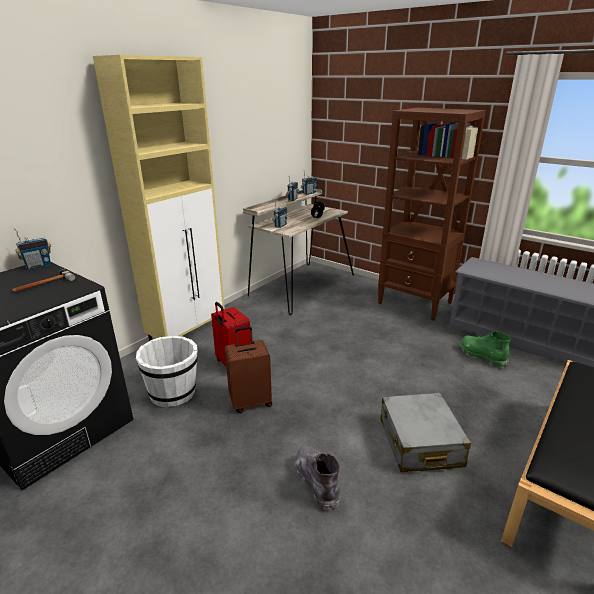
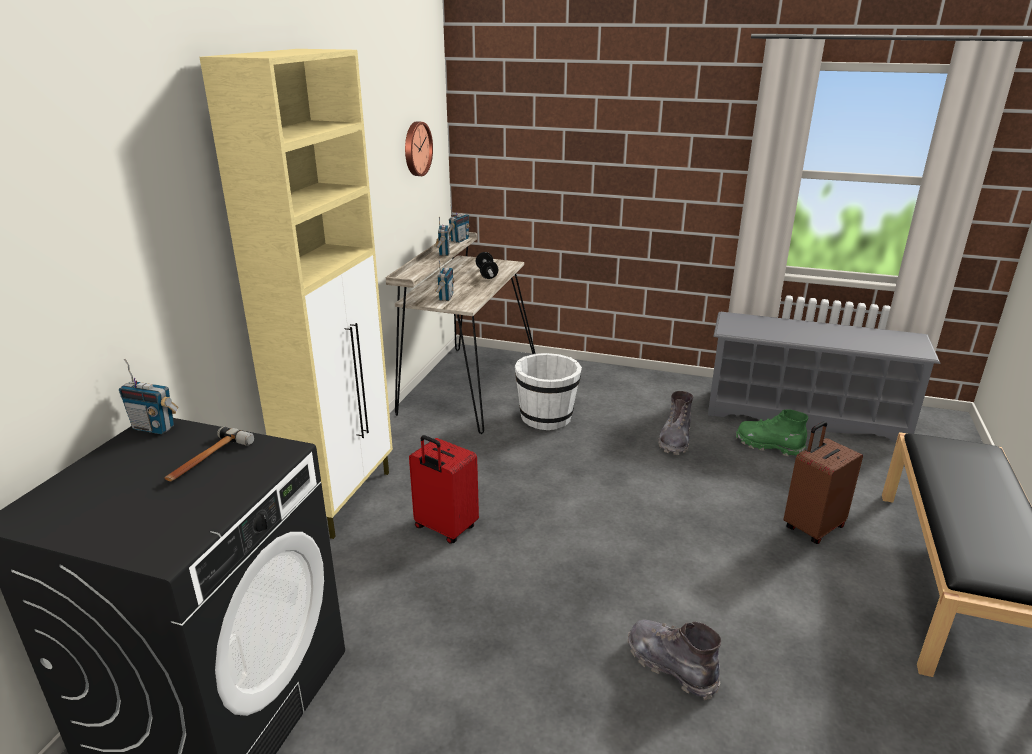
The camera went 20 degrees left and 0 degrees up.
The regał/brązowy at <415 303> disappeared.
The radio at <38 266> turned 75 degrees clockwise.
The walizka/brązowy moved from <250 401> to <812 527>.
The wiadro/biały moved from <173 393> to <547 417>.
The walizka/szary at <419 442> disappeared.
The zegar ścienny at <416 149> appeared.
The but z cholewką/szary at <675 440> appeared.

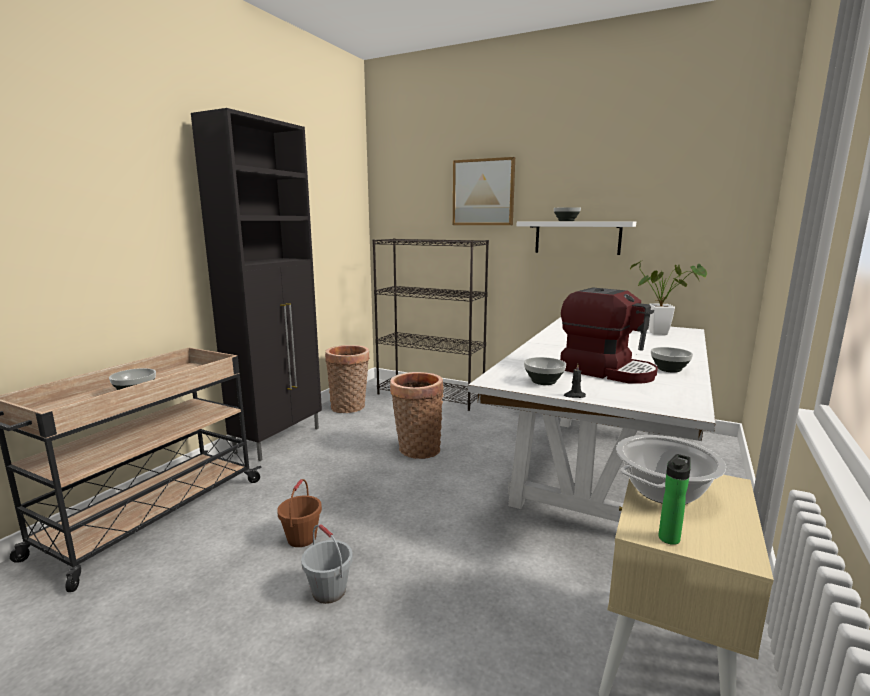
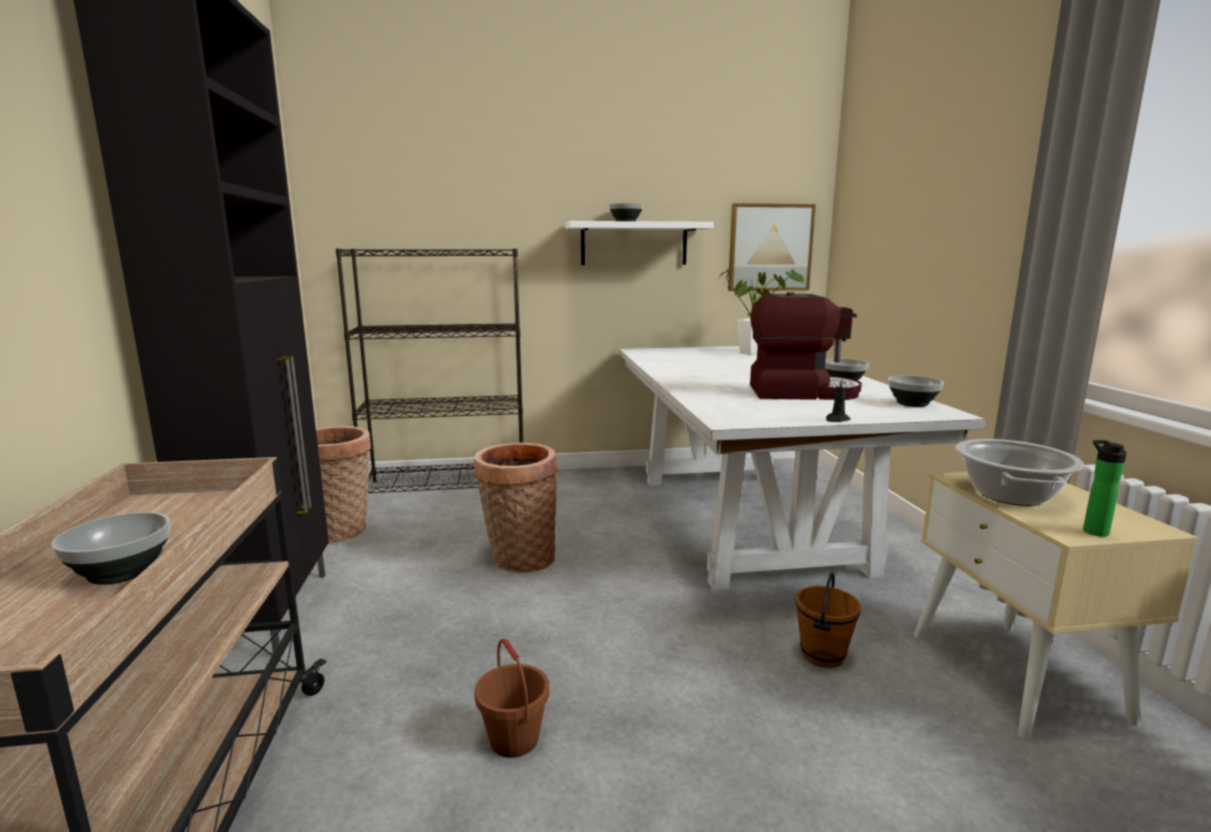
The camera went 35 degrees left and 0 degrees up.
The obraz moved from <483 192> to <770 247>.
The miska moved from <544 381> to <913 403>.
The wiadro/szary at <328 591> disappeared.
The wiadro/brązowy at <823 656> appeared.

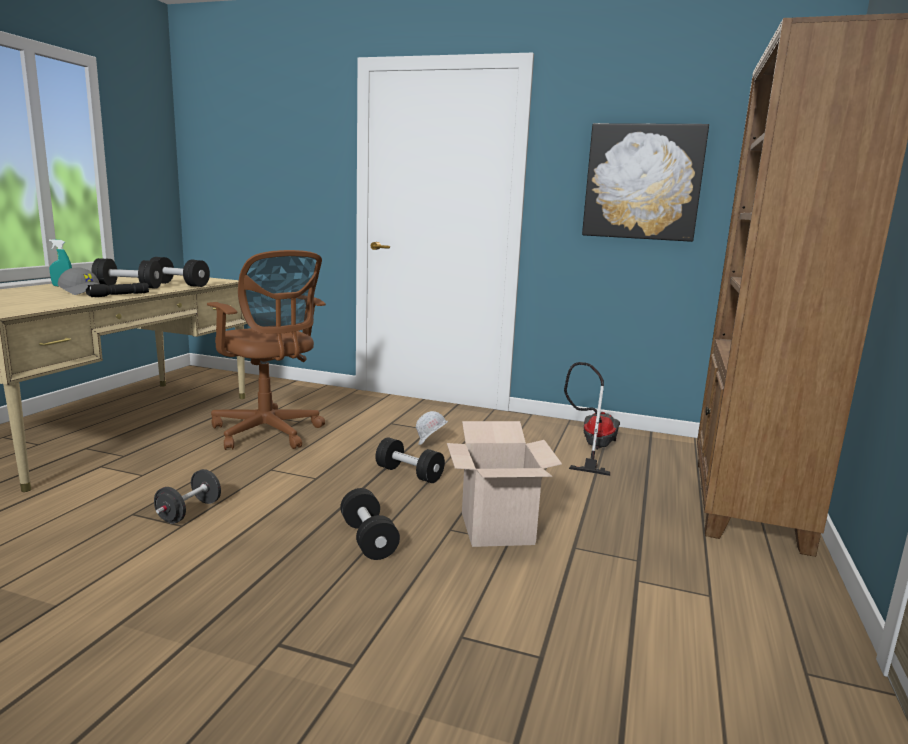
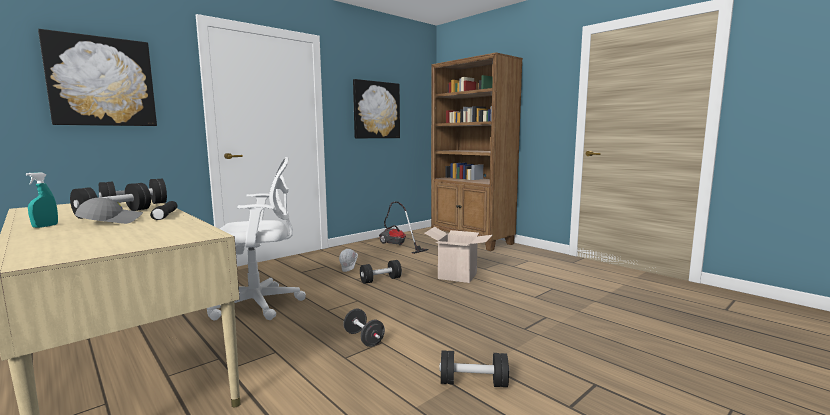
The camera went 60 degrees left and 5 degrees down.
The krzesło biurowe/brązowy at <269 433> became the krzesło biurowe/biały at <260 304>.
The hantel/czarny moved from <368 539> to <473 383>.
The obraz at <102 82> appeared.

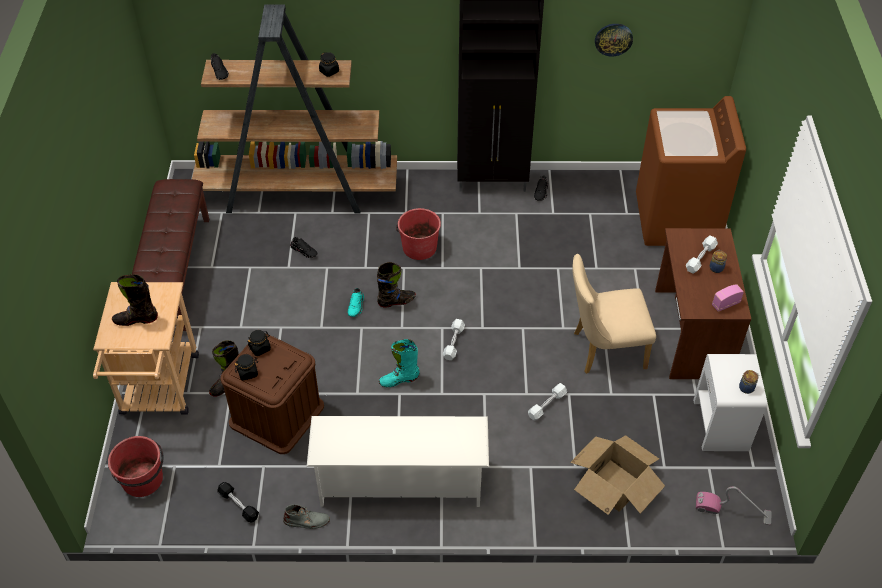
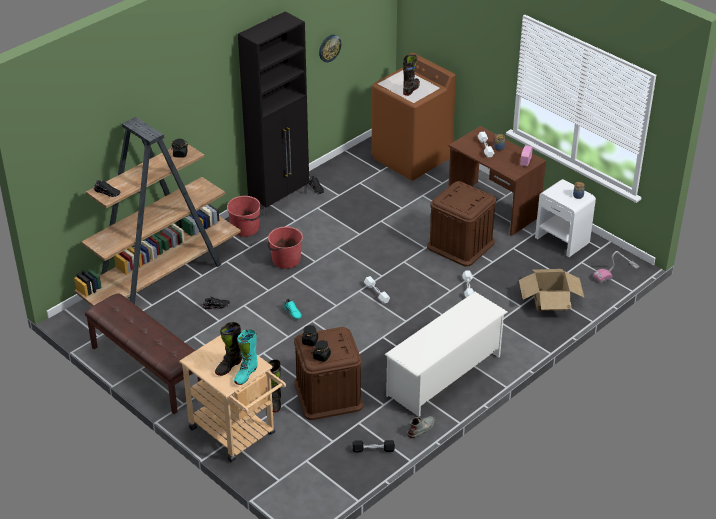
The camera went 45 degrees left and 10 degrees down.
The krzesło/beżowy at <603 350> was replaced by the pojemnik do przechowywania/brązowy at <460 244>.
The but z cholewką/czarny moved from <396 301> to <411 89>.
The but z cholewką/turkusowy moved from <399 380> to <246 374>.
The wiadro/czerwony moved from <143 480> to <245 228>.

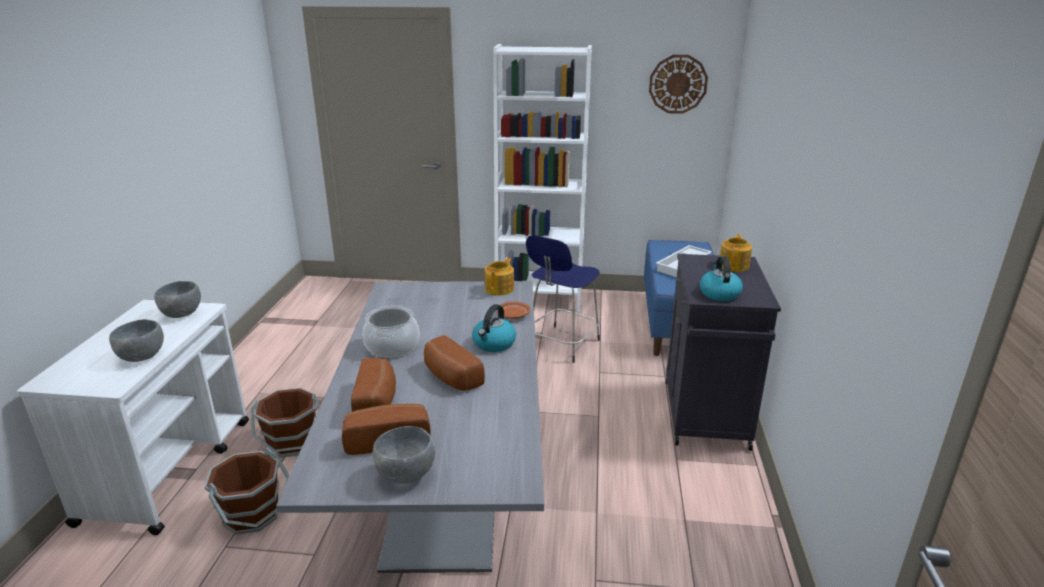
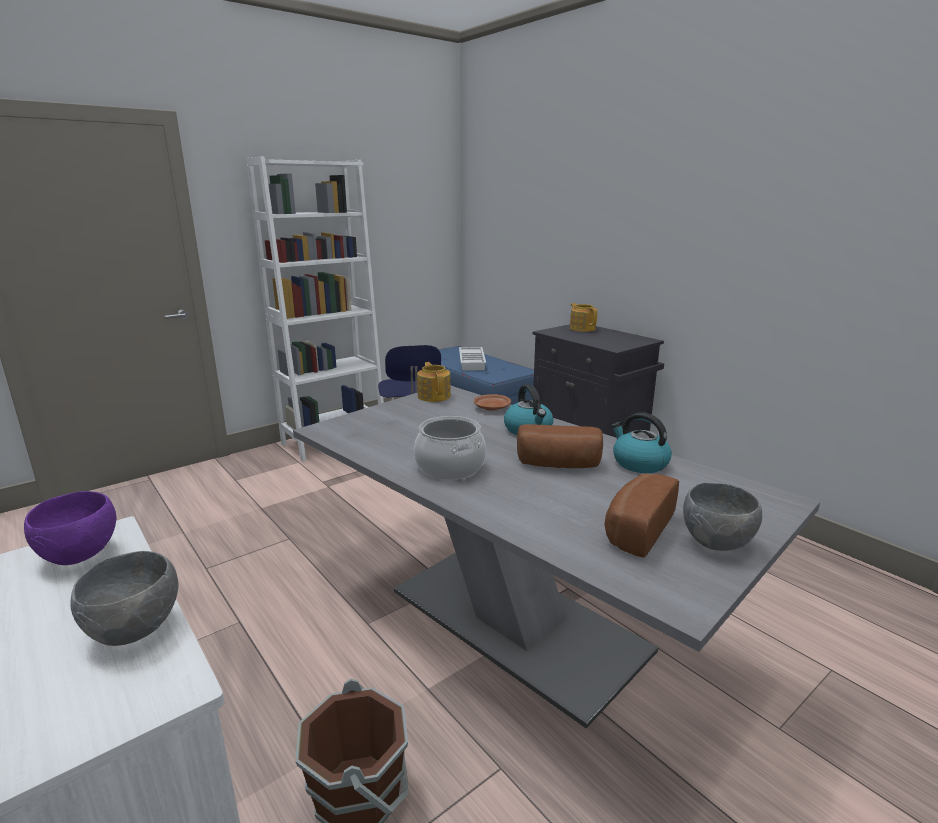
The camera went 45 degrees left and 5 degrees down.
The zegar ścienny at <678 84> disappeared.
The czajnik moved from <719 293> to <639 463>.
The miska/szary at <183 314> became the miska/fioletowy at <81 554>.
The chleb at <378 402> disappeared.
The wiadro/brązowy at <292 442> disappeared.

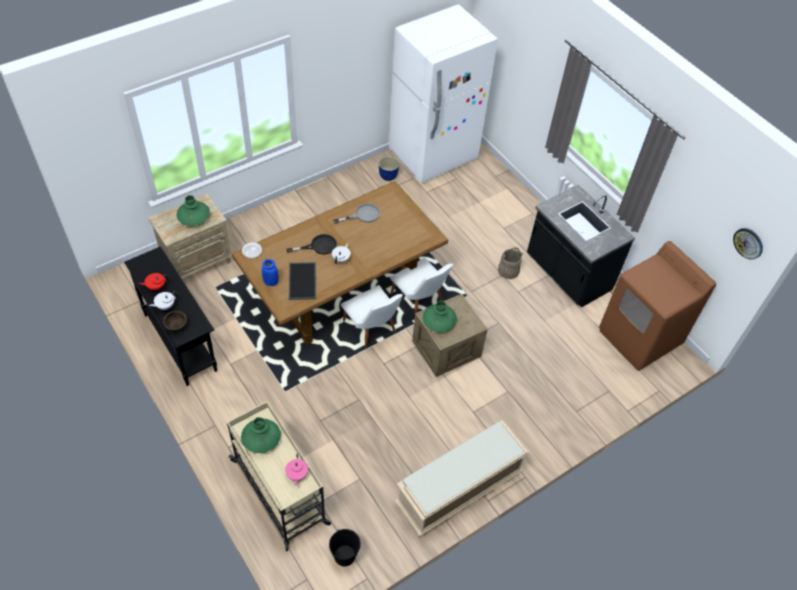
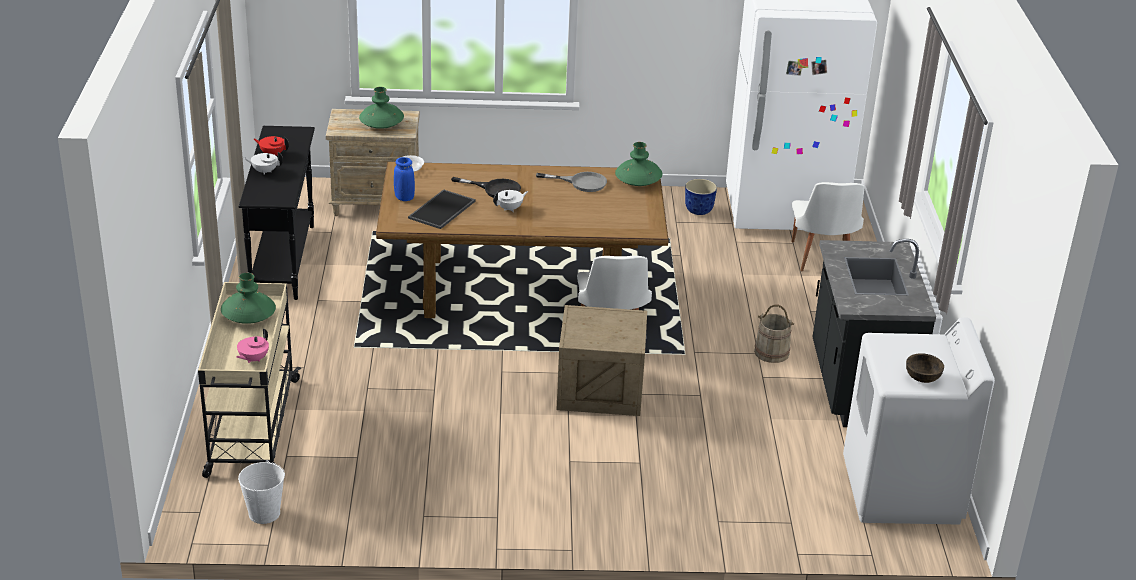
The camera went 35 degrees right and 20 degrees down.
The zegar ścienny at <748 243> disappeared.
The pralka/brązowy at <639 338> became the pralka/biały at <902 491>.
The krzesło/biały moved from <372 331> to <821 260>.
The wazon/zielony moved from <439 321> to <638 181>.
The miska/brązowy moved from <176 326> to <922 378>.
The ławka/beżowy at <458 490> disappeared.
The wiadro/czarny at <344 556> became the wiadro/biały at <264 513>.

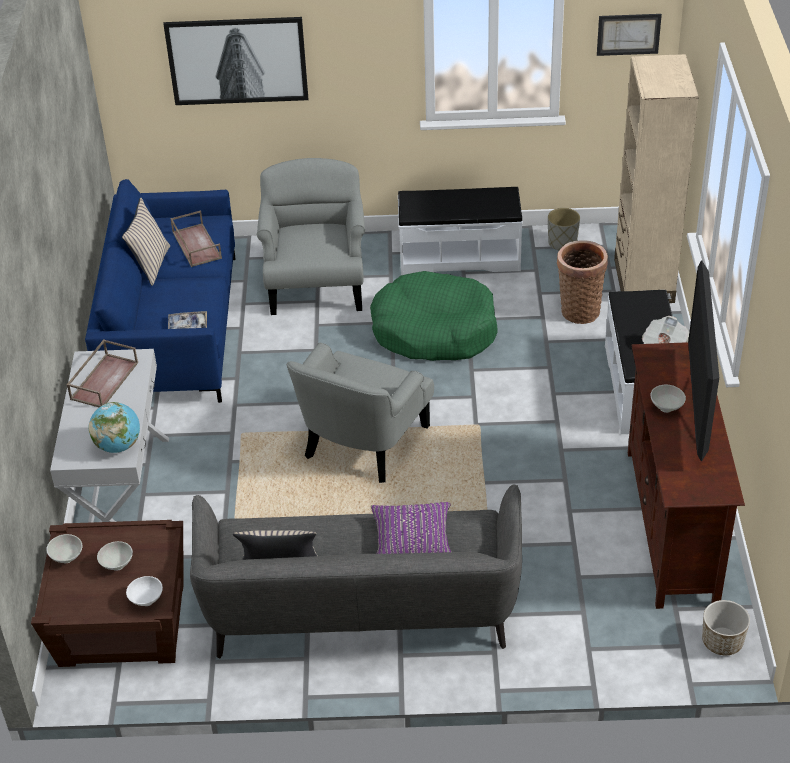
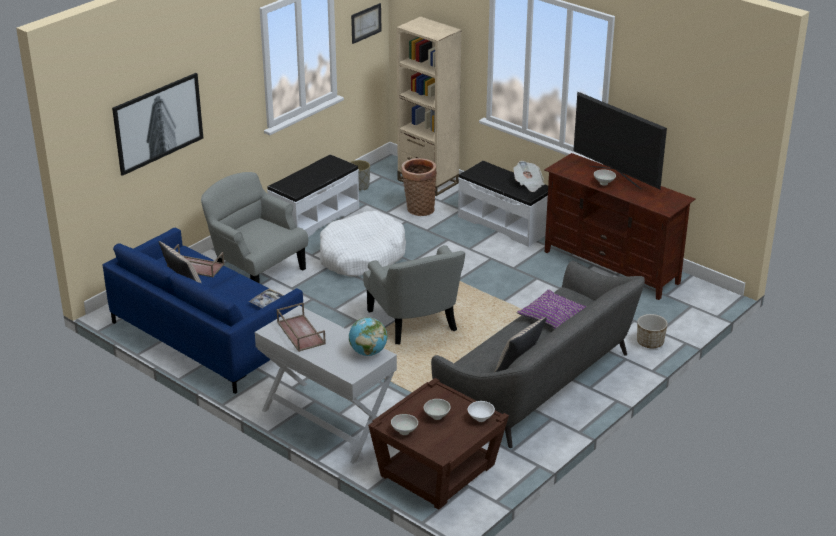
The camera went 50 degrees left and 10 degrees down.
The legowisko/zielony at <434 330> became the legowisko/biały at <361 256>.
The donica moved from <722 641> to <650 342>.

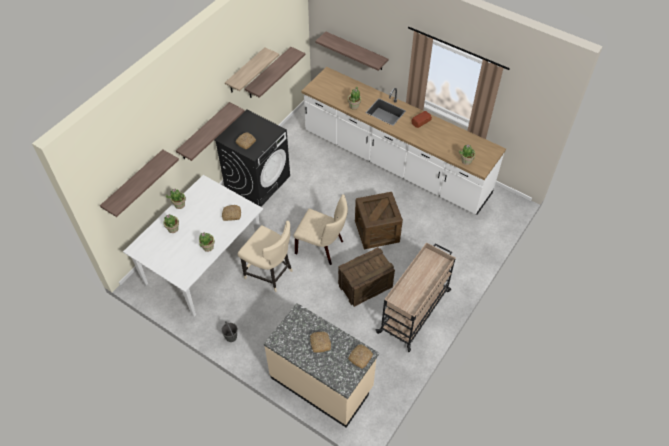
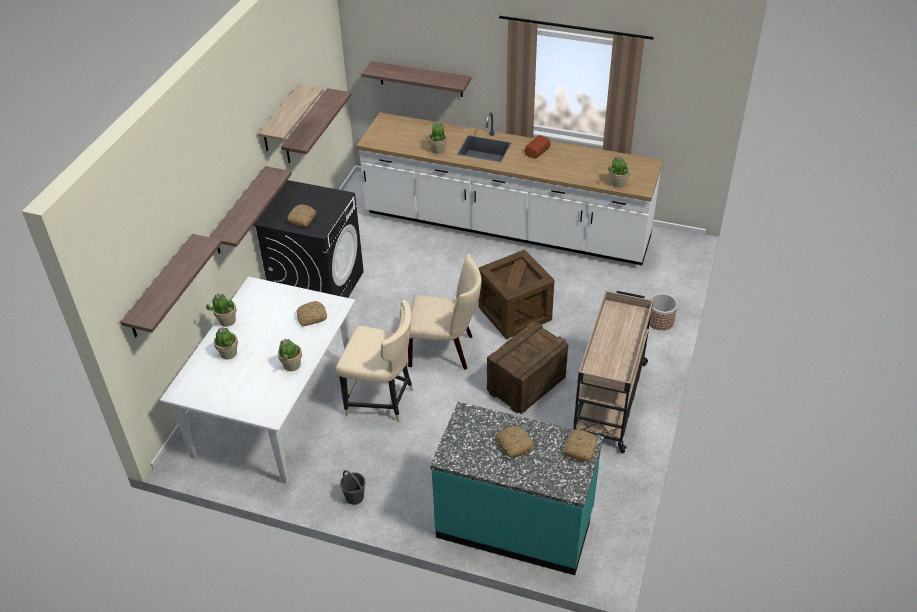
The camera went 15 degrees left and 10 degrees down.
The zabudowa kuchenna/beżowy at <322 382> became the zabudowa kuchenna/turkusowy at <515 524>.
The donica at <660 321> appeared.

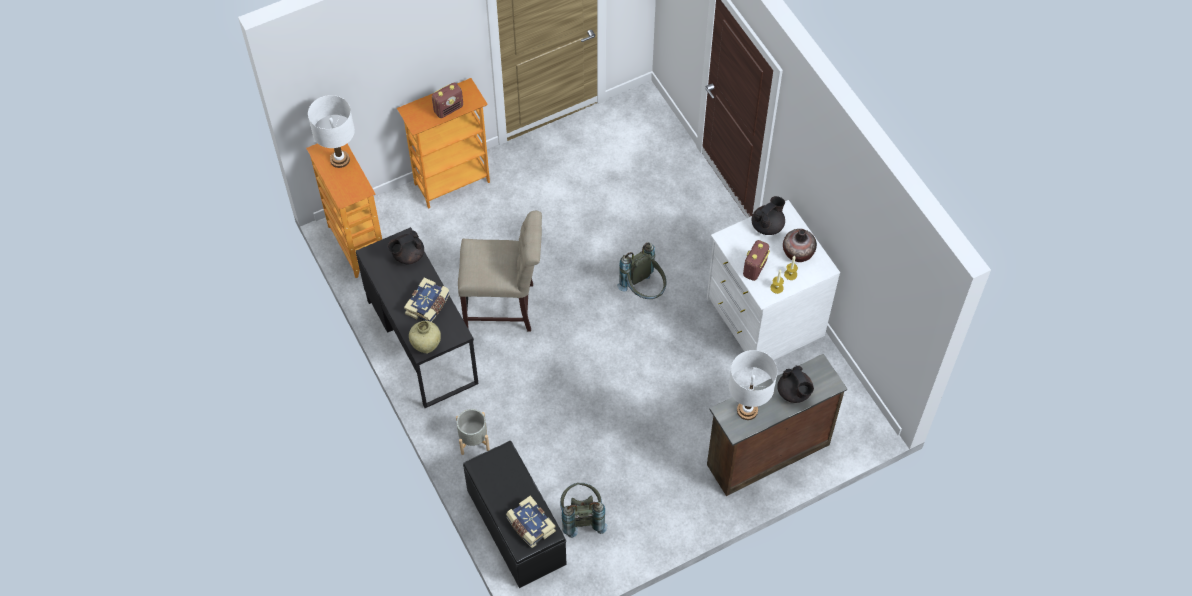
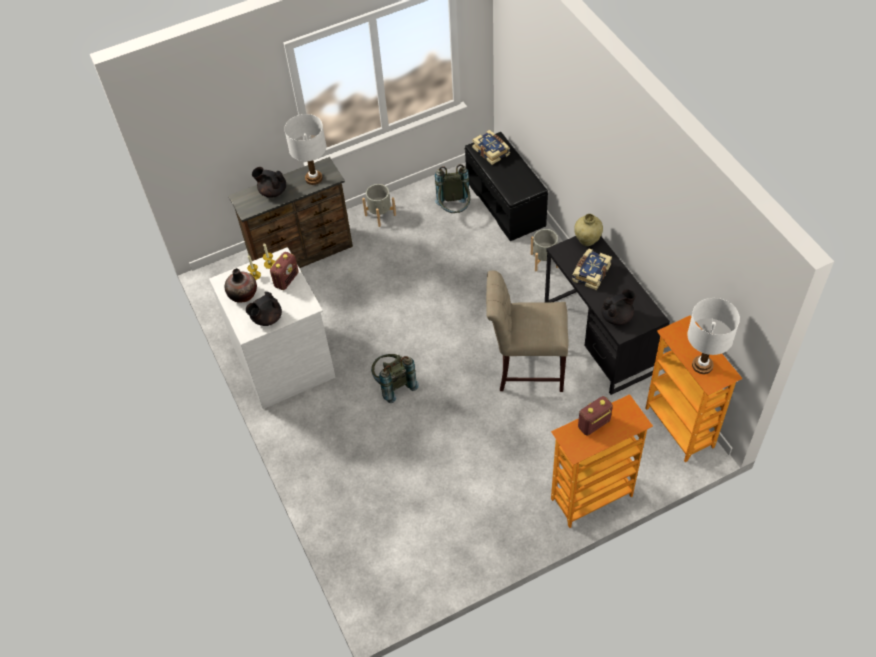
The camera went 175 degrees left and 5 degrees down.
The imbryk/czarny at <794 392> turned 45 degrees counterclockwise.
The donica/szary at <380 215> appeared.

